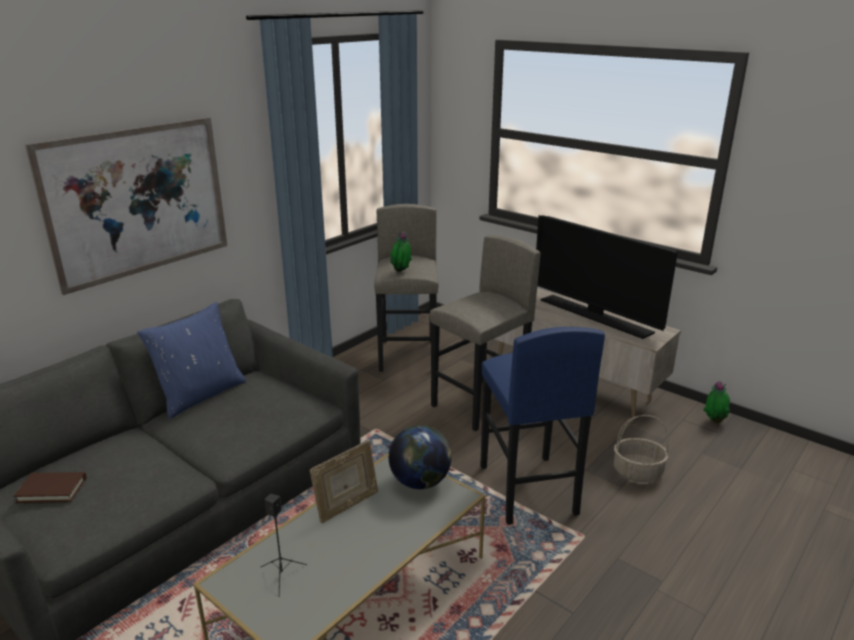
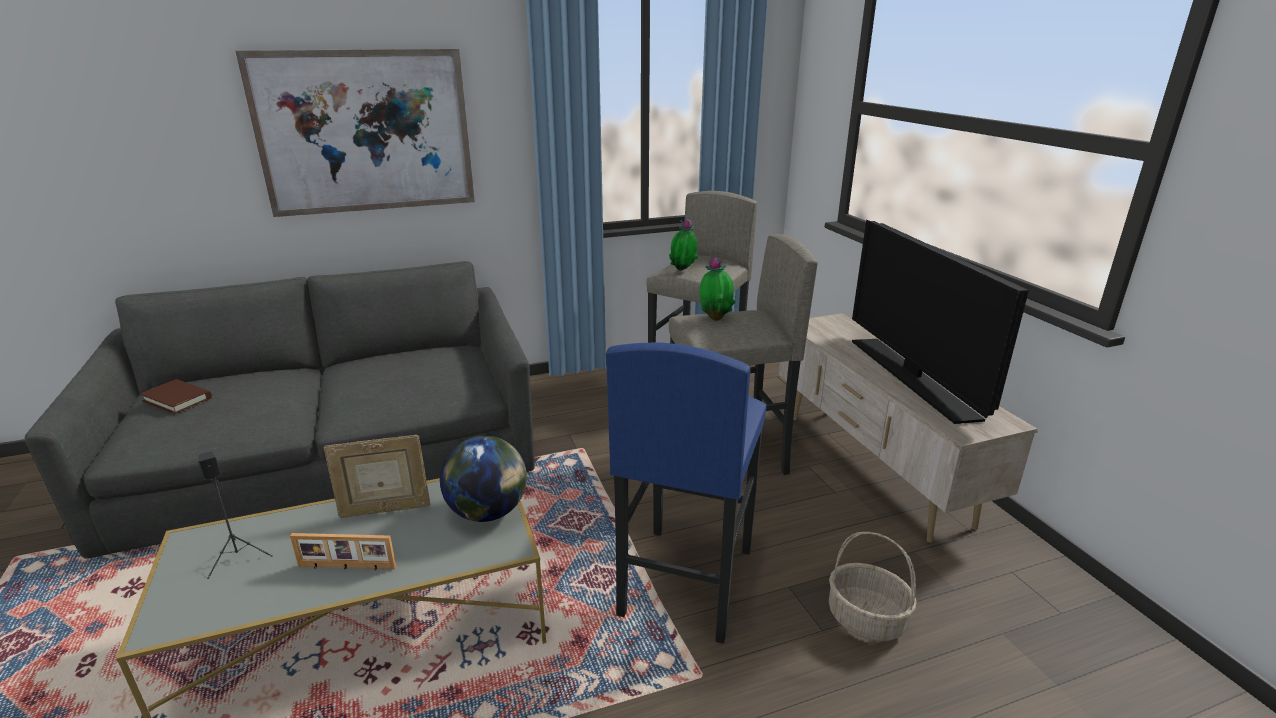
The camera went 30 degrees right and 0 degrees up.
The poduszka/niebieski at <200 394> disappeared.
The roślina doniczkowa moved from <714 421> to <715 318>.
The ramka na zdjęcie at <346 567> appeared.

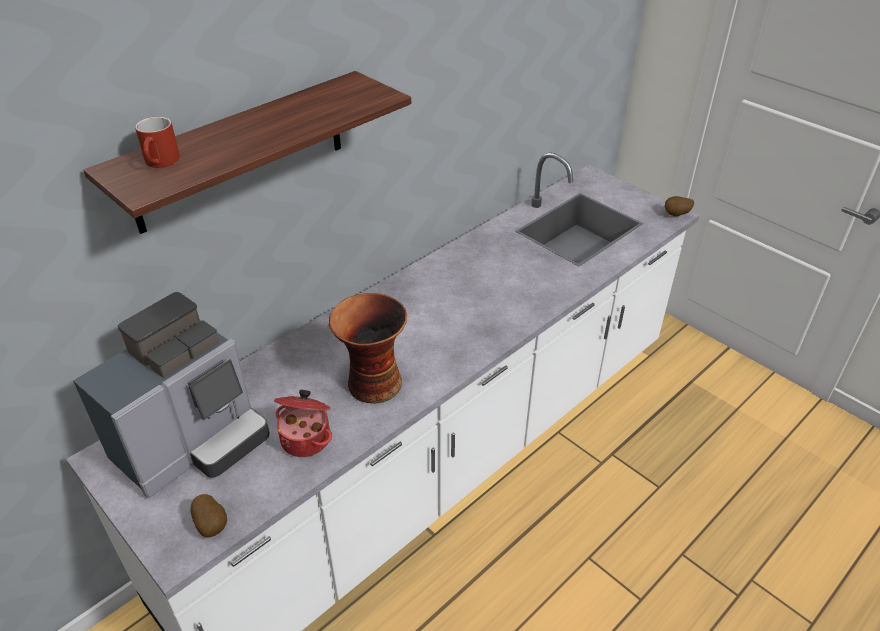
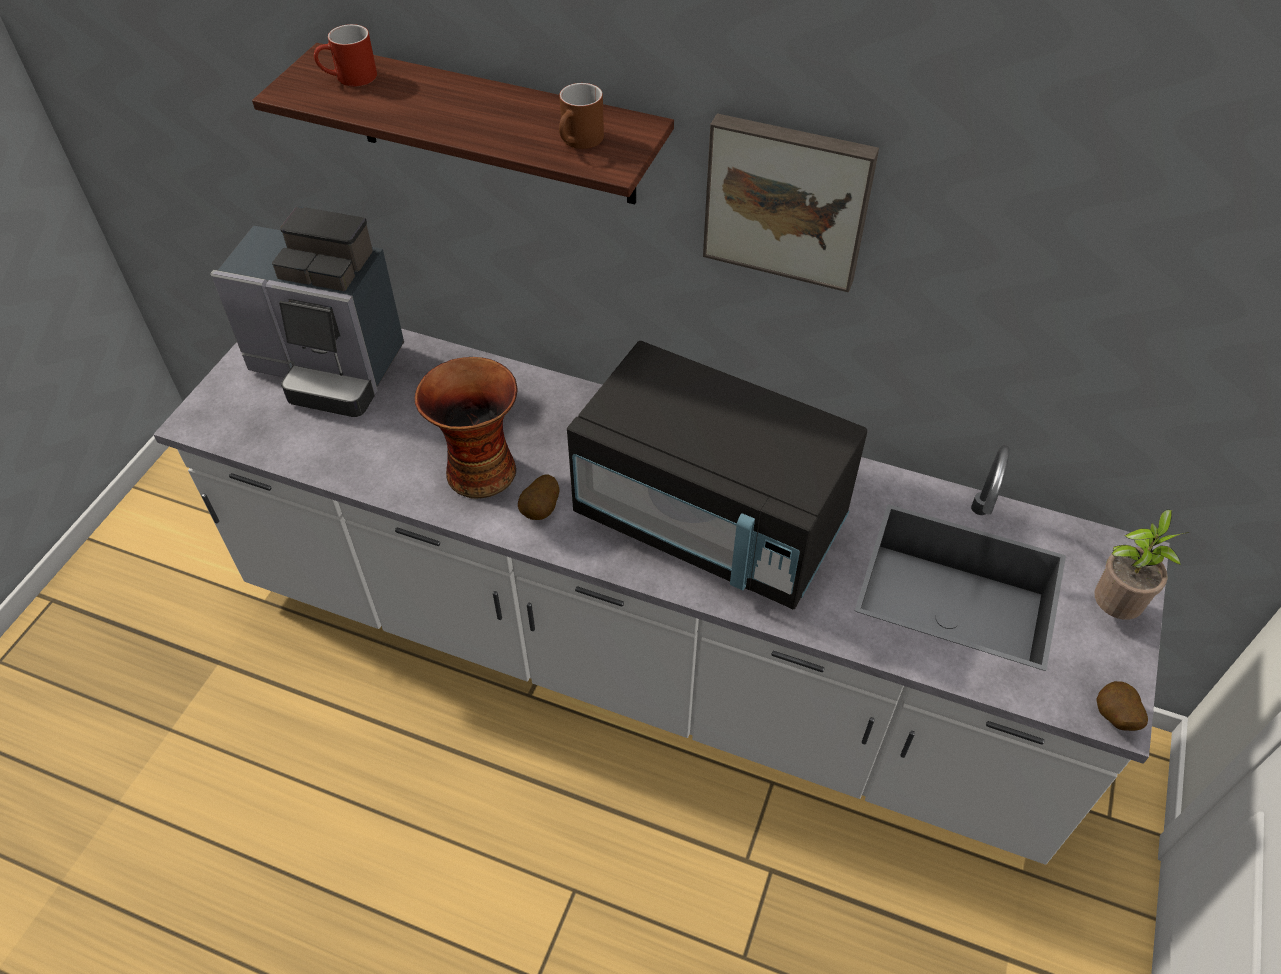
The camera went 65 degrees right and 10 degrees up.
The garnek at <307 438> disappeared.
The ziemniak moved from <212 525> to <541 510>.
The kubek/brązowy at <579 142> appeared.
The obraz at <787 200> appeared.
The mikrofalówka/czarny at <710 521> appeared.
The roślina doniczkowa at <1113 608> appeared.

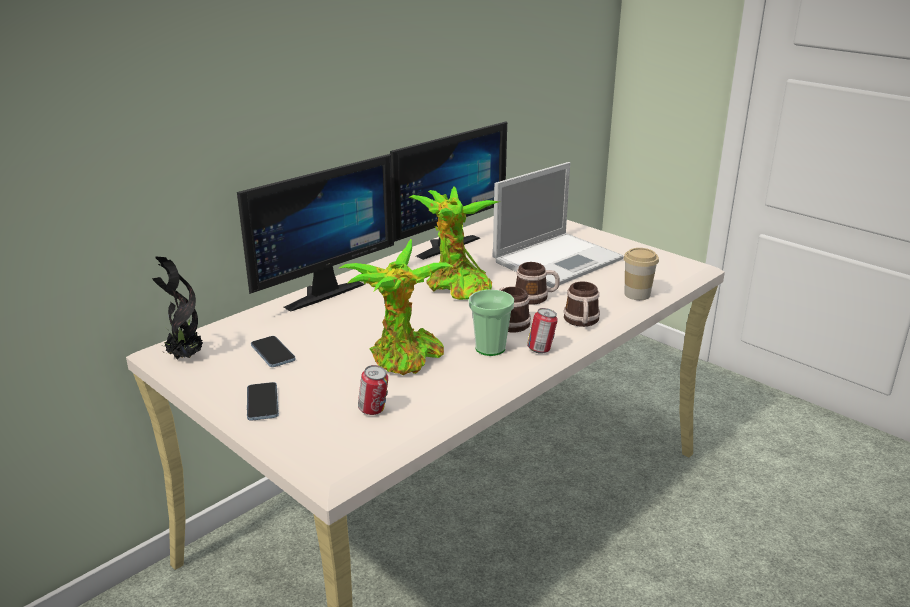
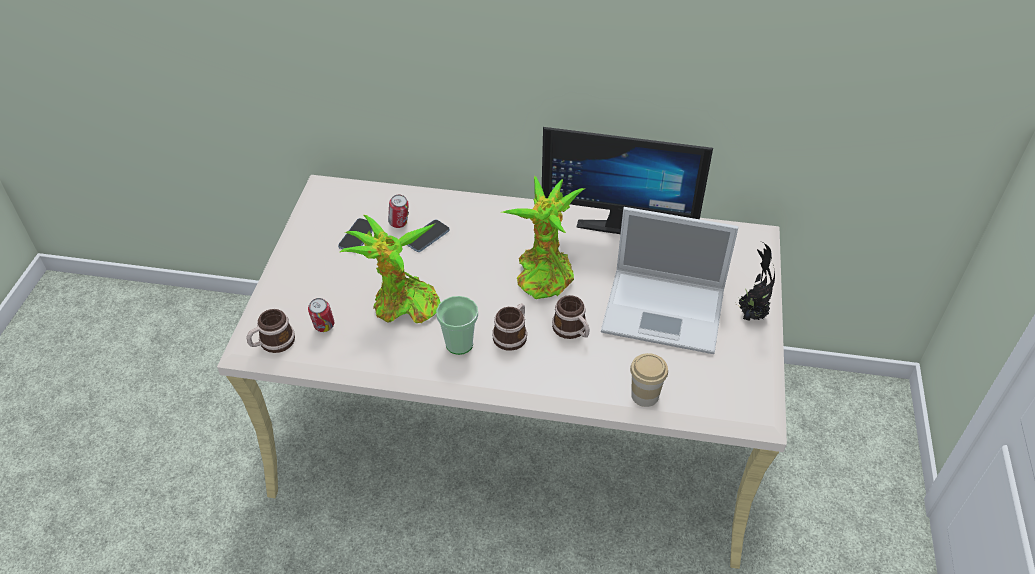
The camera went 55 degrees right and 20 degrees up.
The monitor at <318 292> disappeared.
The roślina doniczkowa moved from <184 357> to <750 314>.
The kubek moved from <581 321> to <272 343>.
The puszka moved from <541 350> to <399 224>.
The telefon moved from <262 403> to <427 237>.

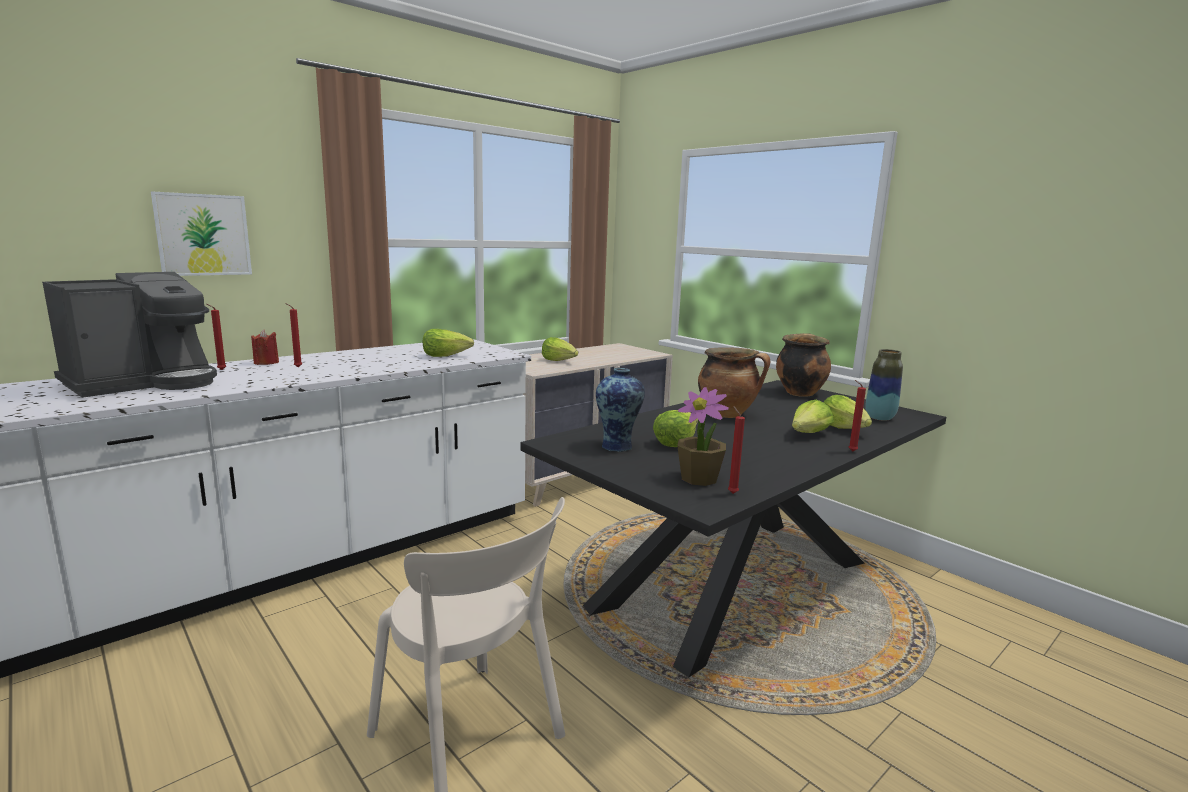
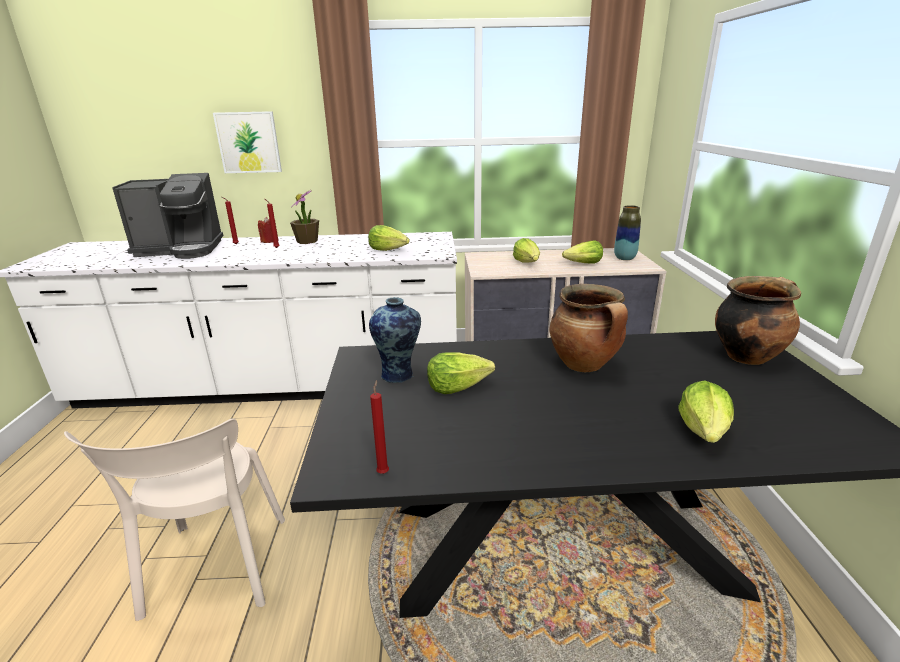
The camera went 40 degrees right and 10 degrees up.
The wazon moved from <879 418> to <624 258>.
The świeca/czerwony at <851 451> disappeared.
The roślina doniczkowa moved from <699 478> to <307 241>.
The sałata moved from <809 434> to <583 264>.

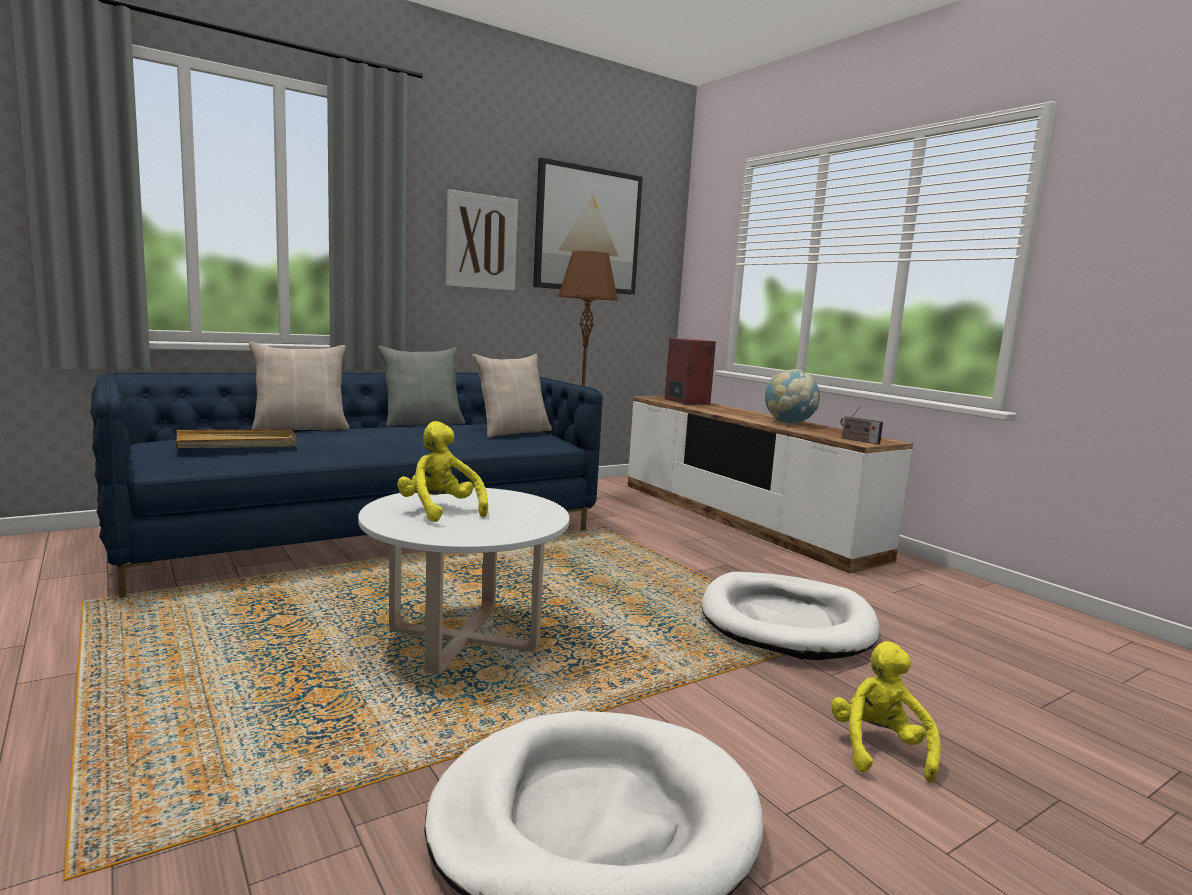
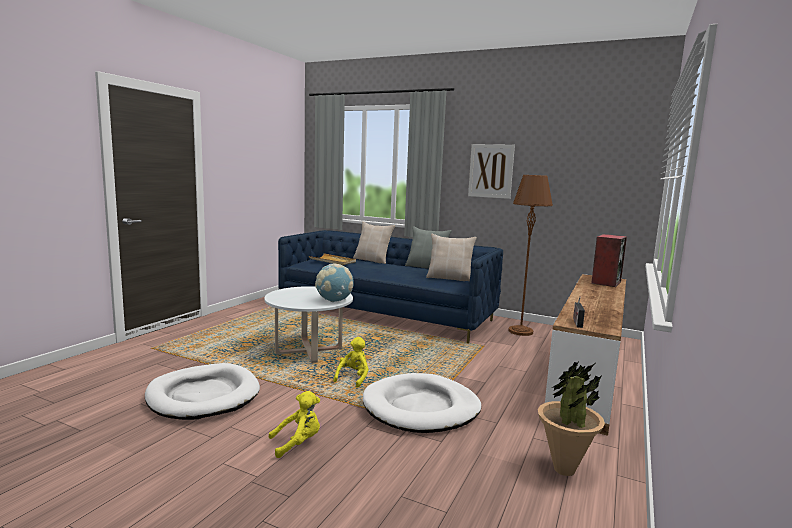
The camera went 60 degrees right and 0 degrees up.
The obraz at <587 230> disappeared.
The globus moved from <789 423> to <334 301>.
The pluszak/żółty moved from <440 511> to <353 378>.
The roślina doniczkowa at <564 469> appeared.

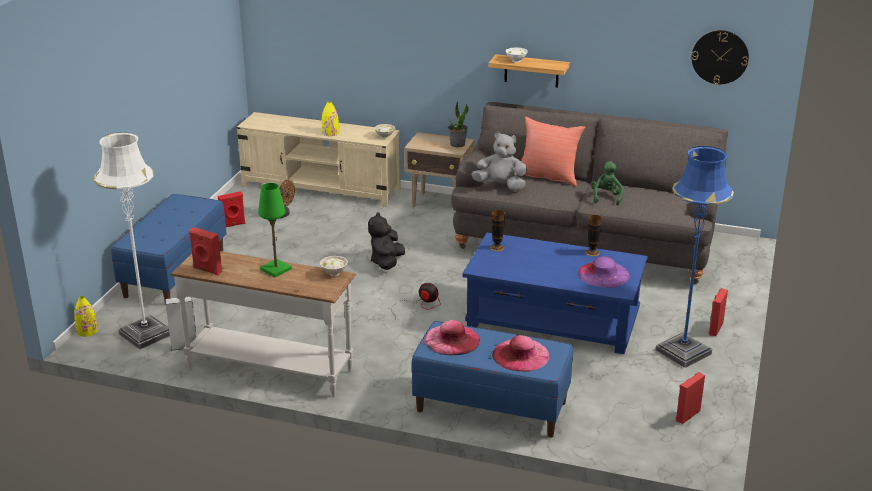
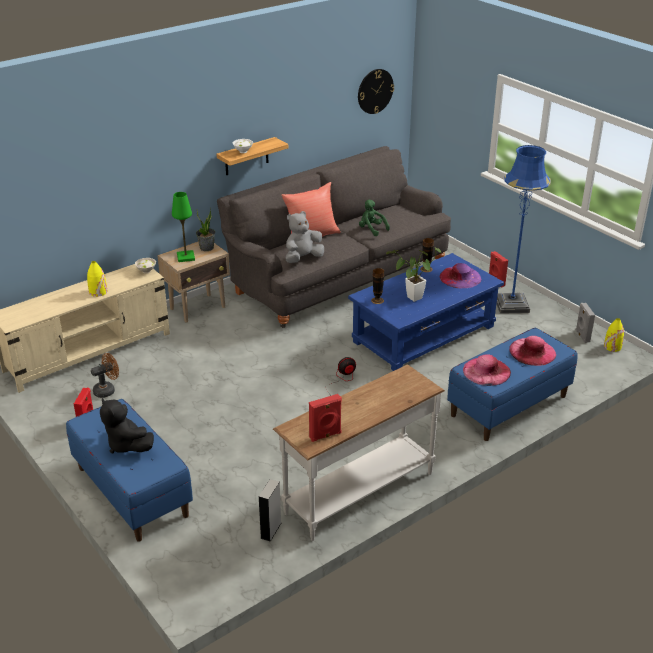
The camera went 55 degrees left and 5 degrees up.
The lampa stojąca/biały at <145 334> disappeared.
The lampa stołowa/zielony moved from <276 269> to <185 257>.
The pluszak/czarny moved from <387 262> to <127 445>.
The miska/biały at <335 273> disappeared.
The wazon/żółty moved from <87 331> to <612 346>.
The głośnik/czerwony at <687 415> became the głośnik/szary at <582 336>.
The roślina doniczkowa at <411 299> appeared.

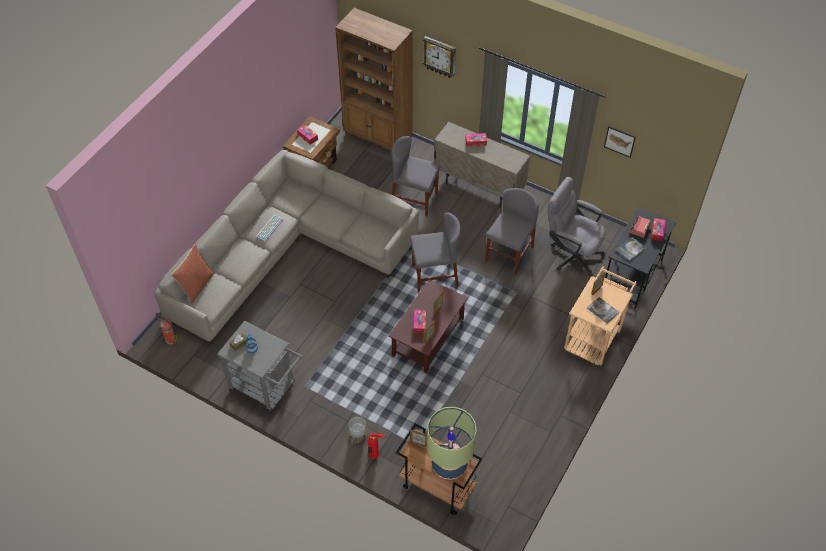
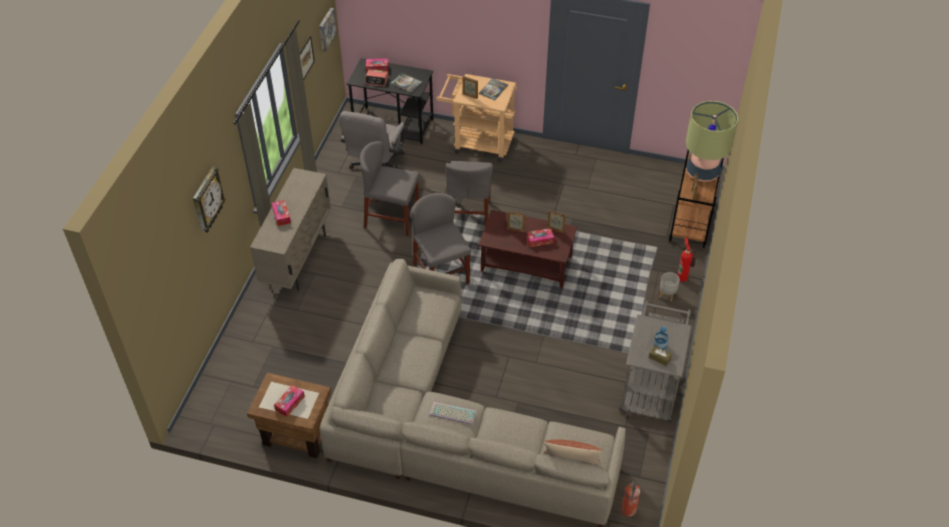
The camera went 105 degrees left and 5 degrees down.
The regał/brązowy at <378 137> disappeared.
The krzesło/szary moved from <414 199> to <469 215>.
The obraz at <326 29> appeared.

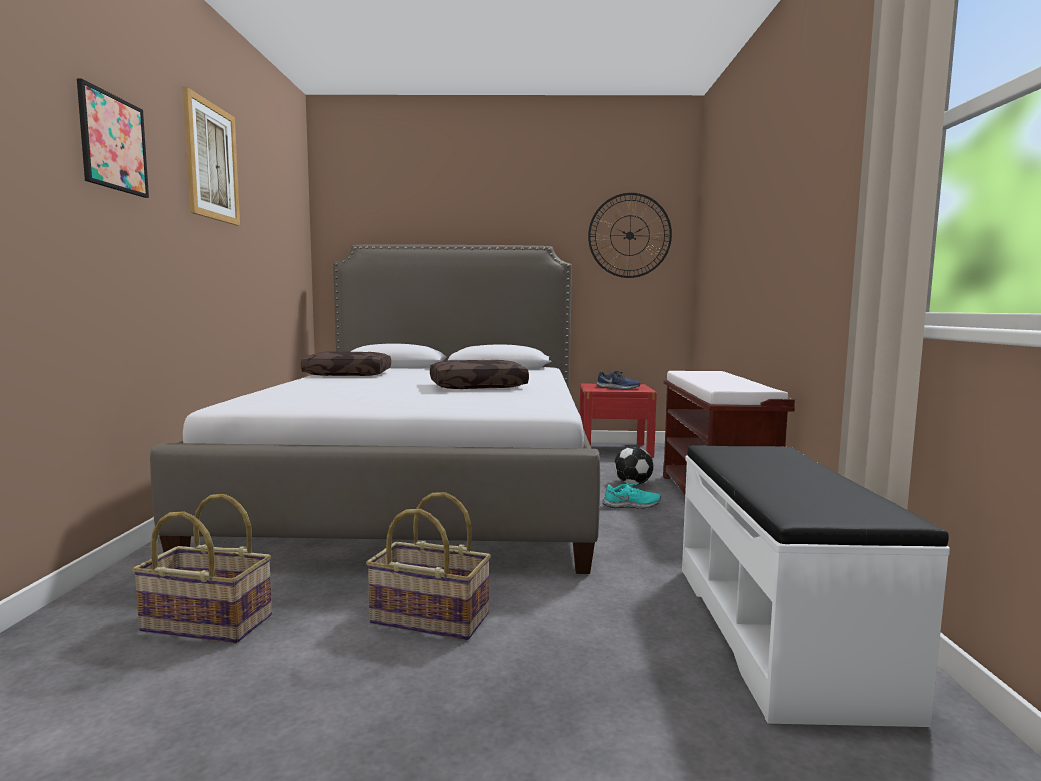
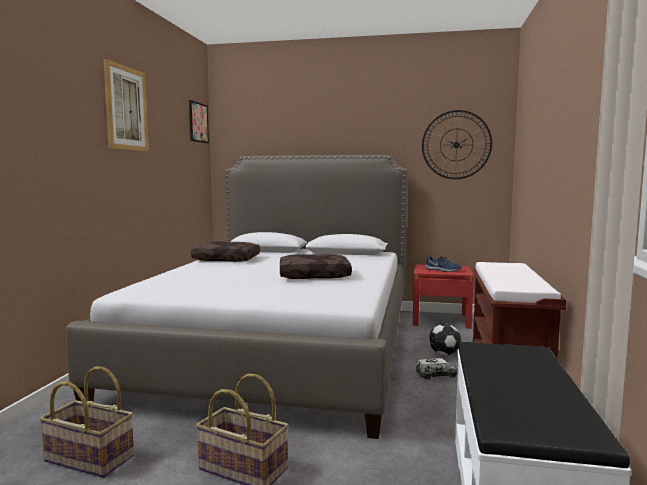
The camera went 10 degrees right and 0 degrees up.
The obraz moved from <113 142> to <198 122>.
The but/turkusowy at <632 505> was replaced by the ciężarówka zabawkowa at <436 375>.

